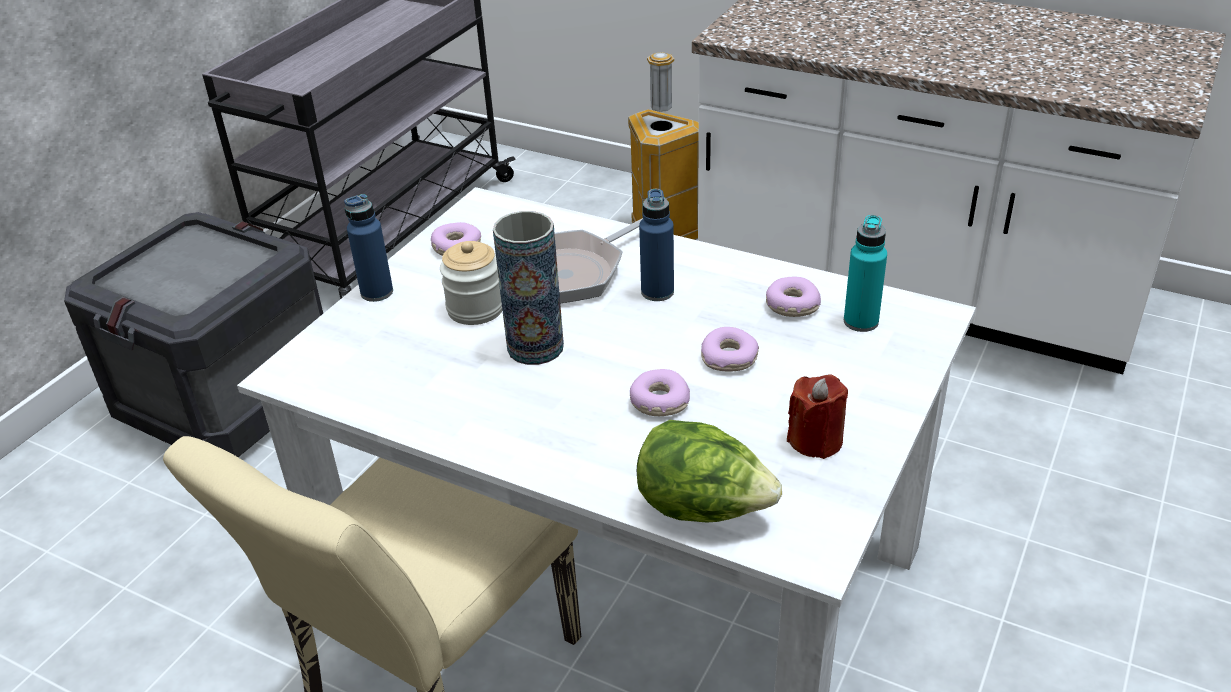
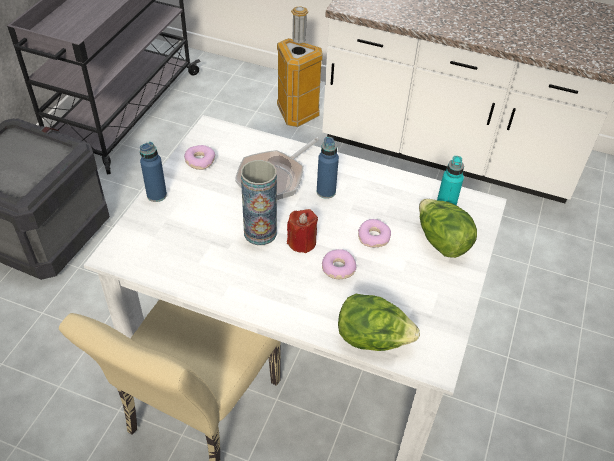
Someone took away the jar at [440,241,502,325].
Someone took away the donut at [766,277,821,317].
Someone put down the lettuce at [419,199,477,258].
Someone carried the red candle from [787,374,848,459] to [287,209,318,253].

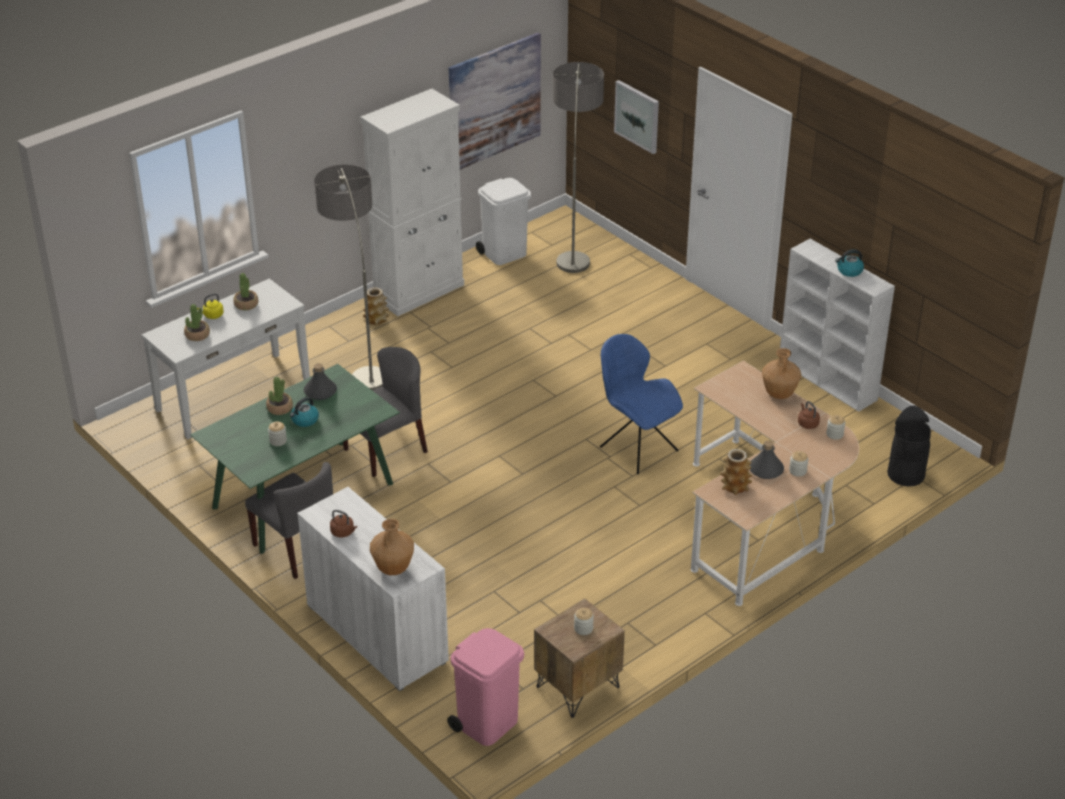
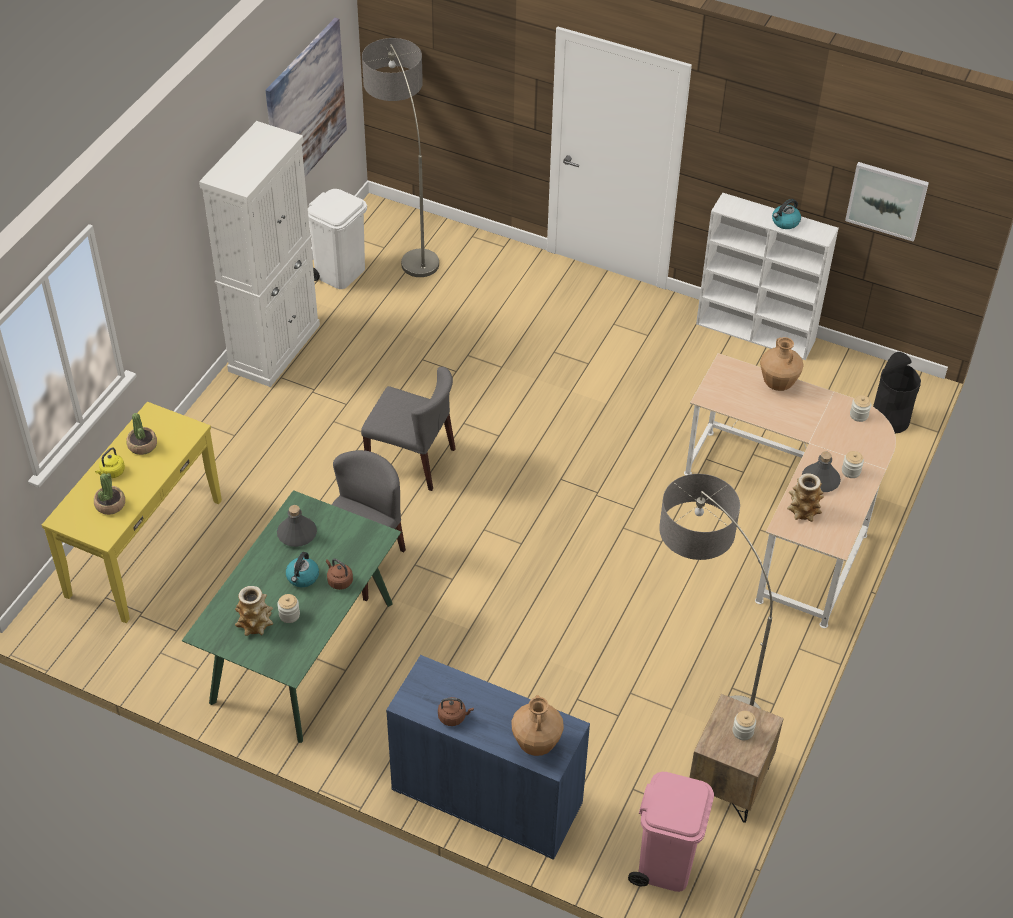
Someone took away the potted plant at [266,377,293,415].
Someone took away the blue chair at [600,334,683,474].
Someone carried the grey chair from [245,462,333,579] to [361,367,456,491].
Someone carried the floor lamp from [314,164,383,391] to [659,474,772,709].
Someone carried the vase from [363,288,390,325] to [235,586,273,636].
Someone carried the picture from [614,80,659,154] to [845,162,929,241].
Someone carried the brown kettle from [798,401,820,429] to [326,559,353,590].
Someone repainted the white console table at [142,279,310,440], which became the yellow console table at [42,402,222,623].
Someone repainted the white cabinet at [297,487,449,691], which became the blue cabinet at [386,655,590,859].

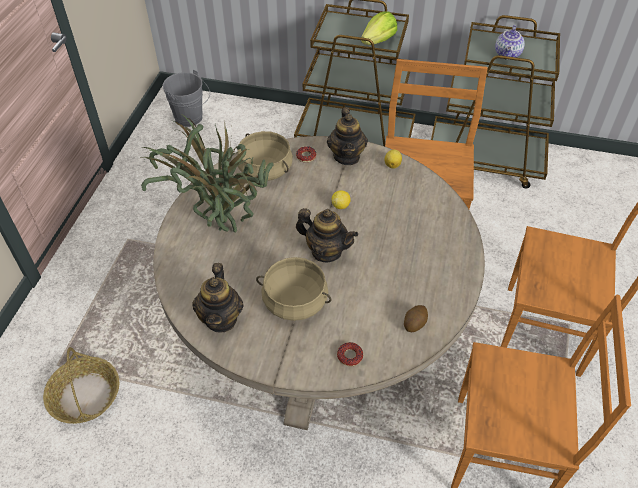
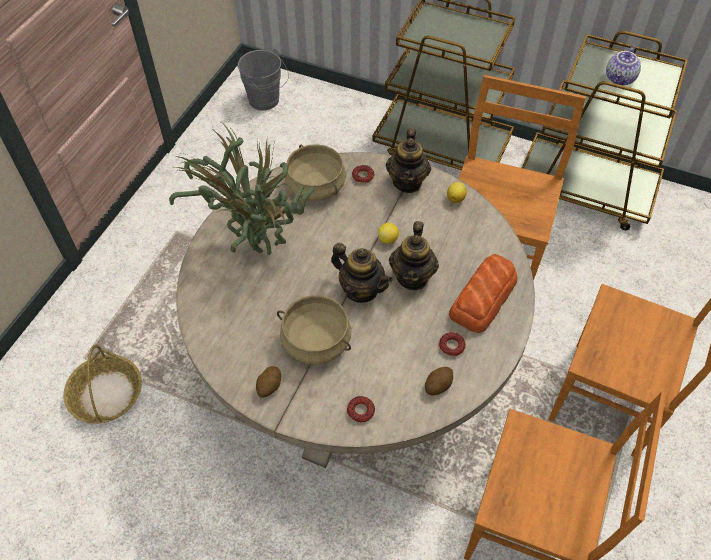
Someone took away the lettuce at [361,11,397,45].
Someone put down the potato at [256,366,281,398].
Someone put down the donut at [439,332,466,357].
Someone put down the bread at [449,254,518,333].
Someone carried the teapot from [192,263,243,333] to [389,221,439,290].

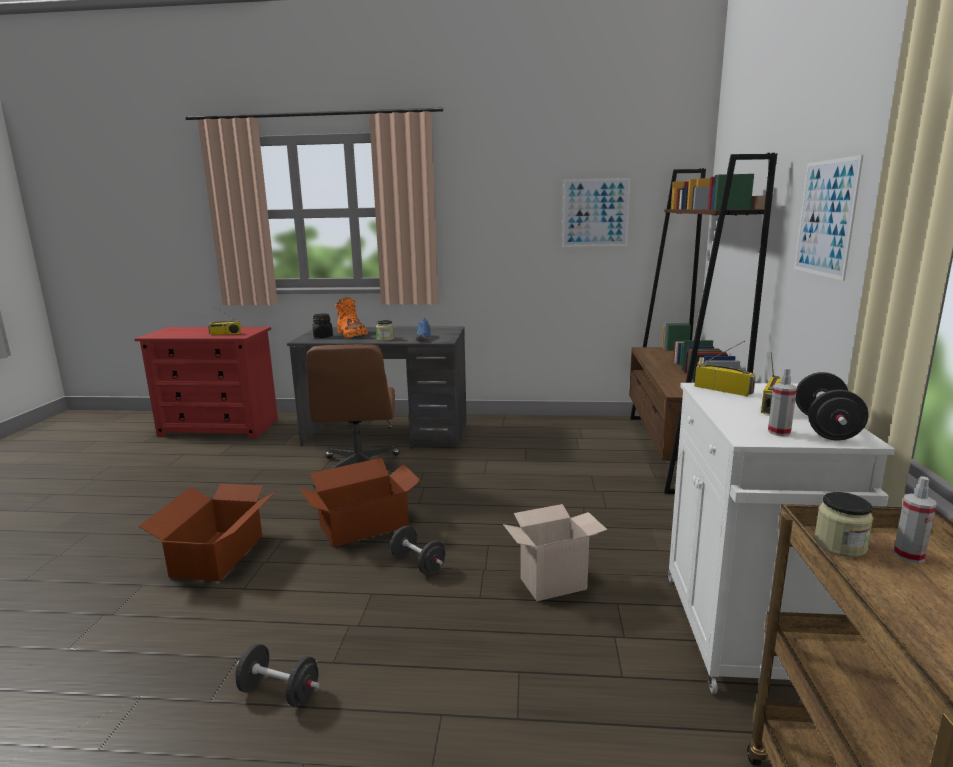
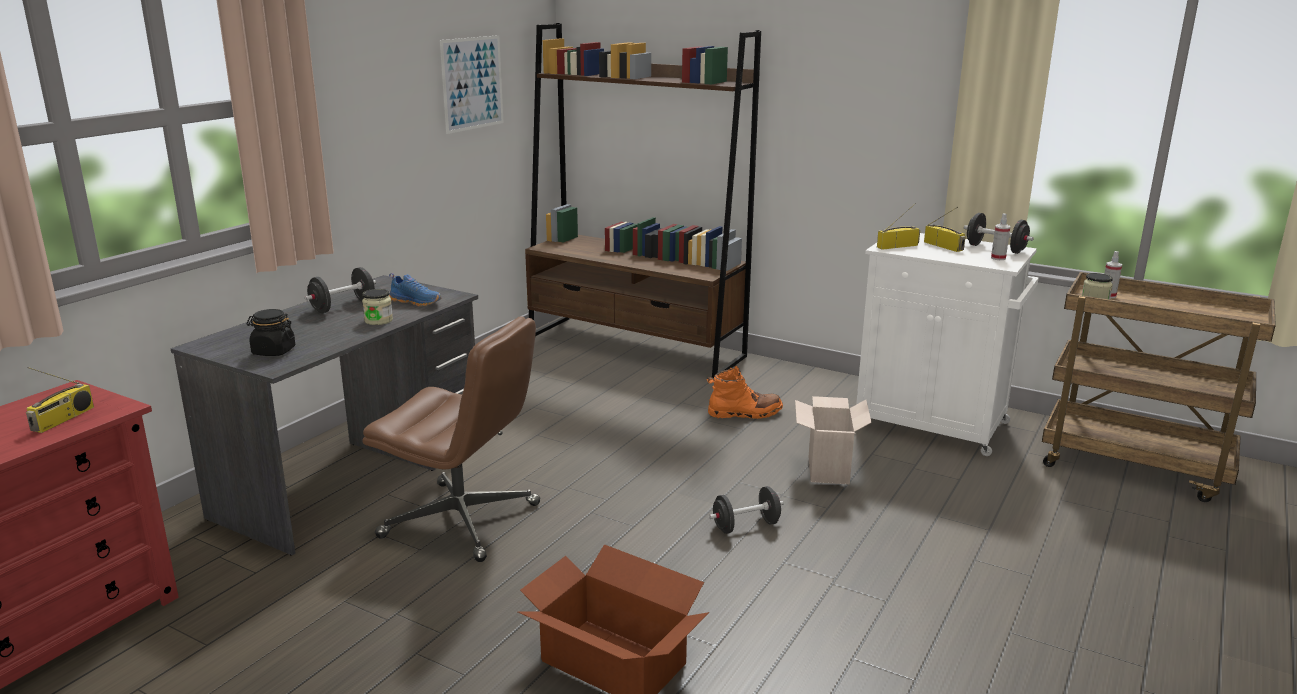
Someone took away the cardboard box at [300,458,421,547].
Someone took away the picture at [794,155,863,281].
Someone carried the black dumbbell from [235,644,320,707] to [305,267,376,313].
Someone carried the orange boot from [335,297,368,338] to [707,366,783,419].

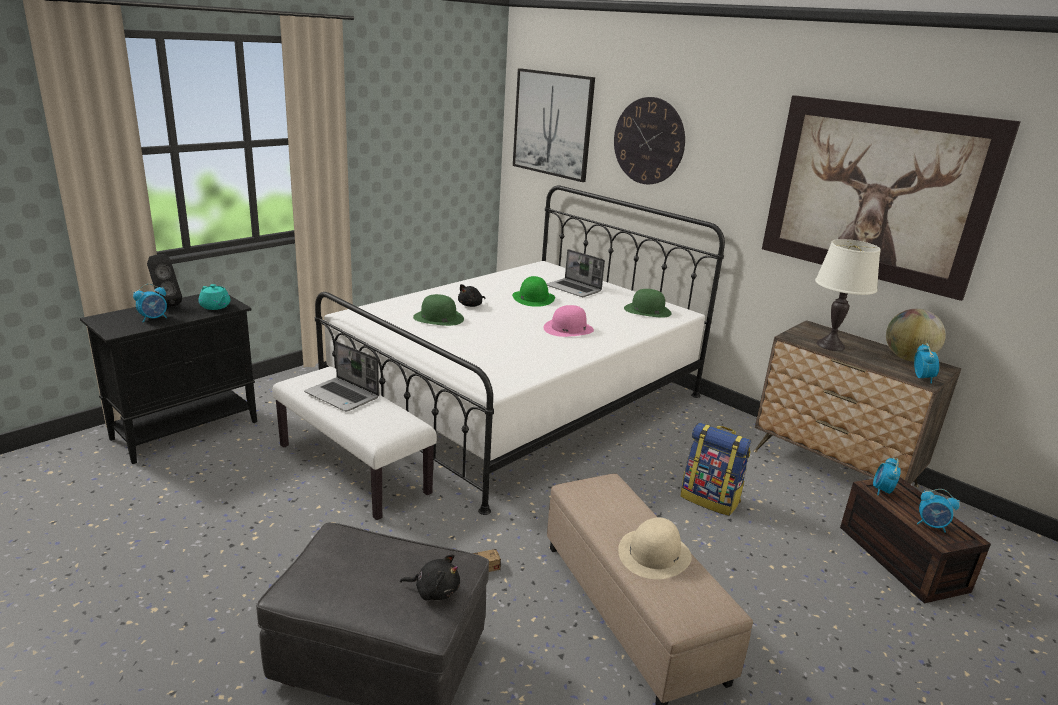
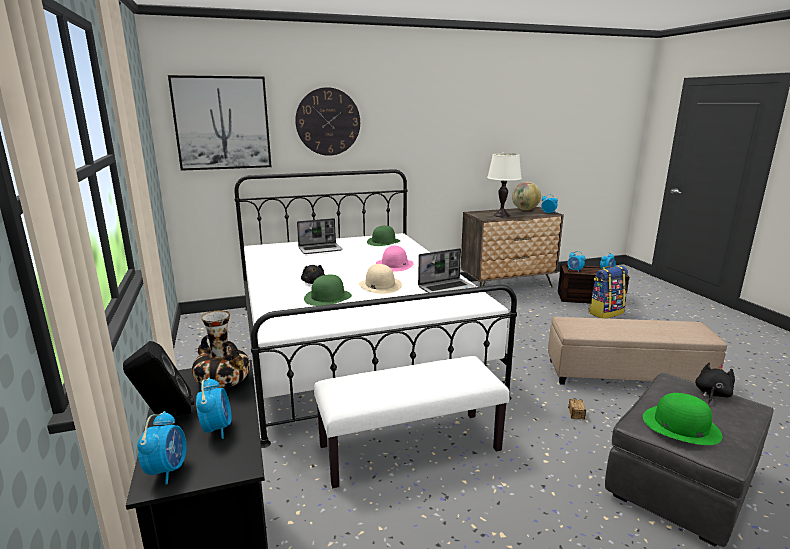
Someone took away the picture at [762,95,1021,301].
Someone put down the alarm clock at [137,411,186,484].
Someone carried the laptop from [304,341,379,411] to [418,248,475,293].
Someone carried the green hat from [512,276,555,307] to [643,393,722,445].
Someone carried the beige hat from [618,517,692,579] to [359,264,402,294].
Someone carried the backpack from [681,423,751,516] to [589,266,628,318].
Someone swapped the turquoise teapot at [198,284,230,310] for the vase at [192,310,250,388].

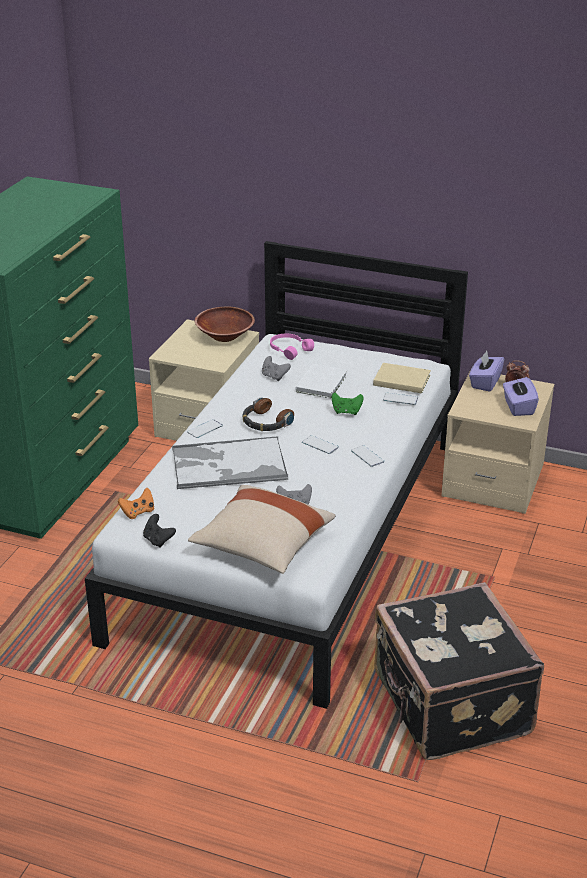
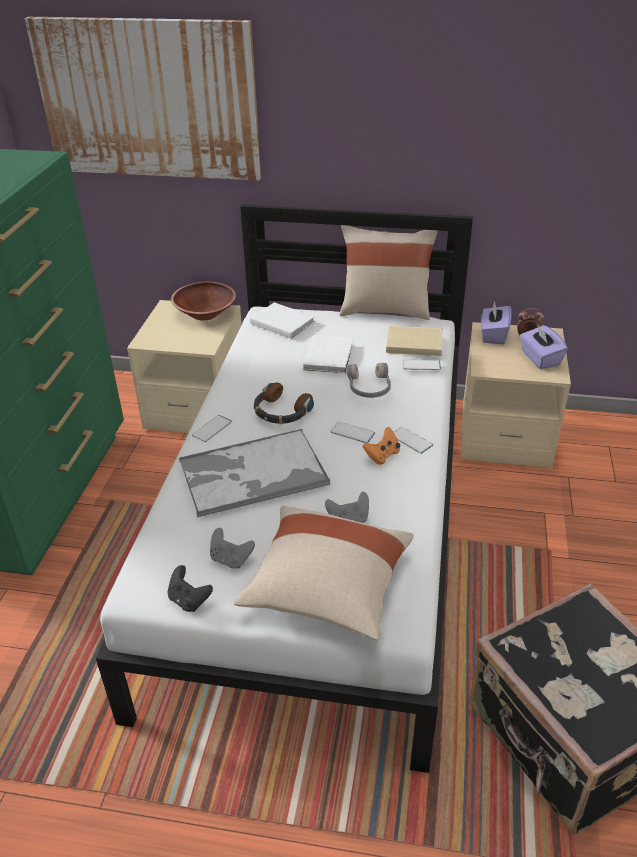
Someone put up the picture at [25,17,261,180].
Someone put down the beige pillow at [339,225,438,320].
Someone carried the orange game controller from [118,488,154,519] to [363,427,400,465].
Someone carried the grey game controller from [262,356,291,381] to [210,528,255,569].
Someone swapped the pink headphones at [270,334,314,360] for the white book at [250,302,315,339].
Someone swapped the green game controller at [332,393,364,415] for the grey headphones at [347,363,391,398].

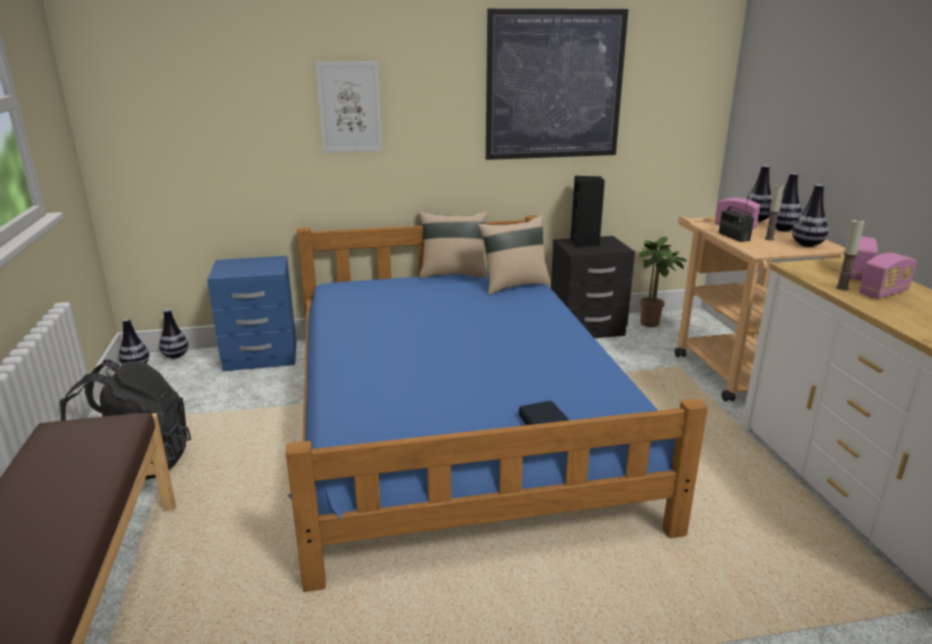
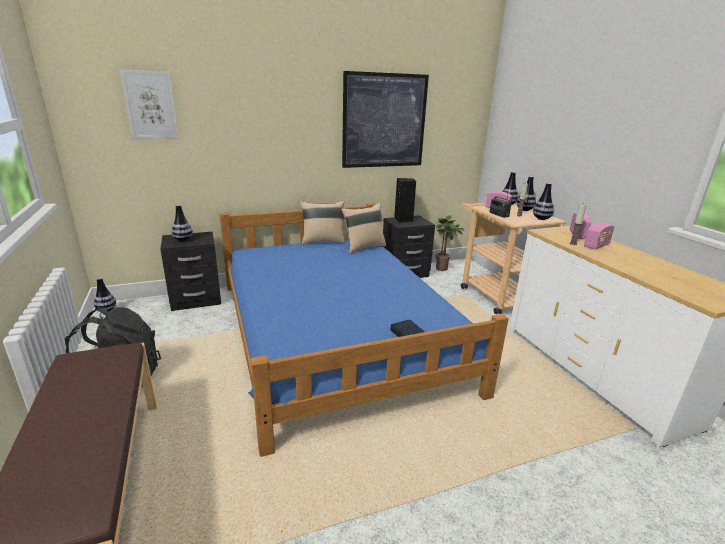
Someone carried the vase from [159,309,188,359] to [172,205,193,242].
Someone carried the picture from [316,61,383,153] to [120,70,179,139].
Someone repainted the blue nightstand at [207,256,296,371], which became the black nightstand at [160,232,221,311].

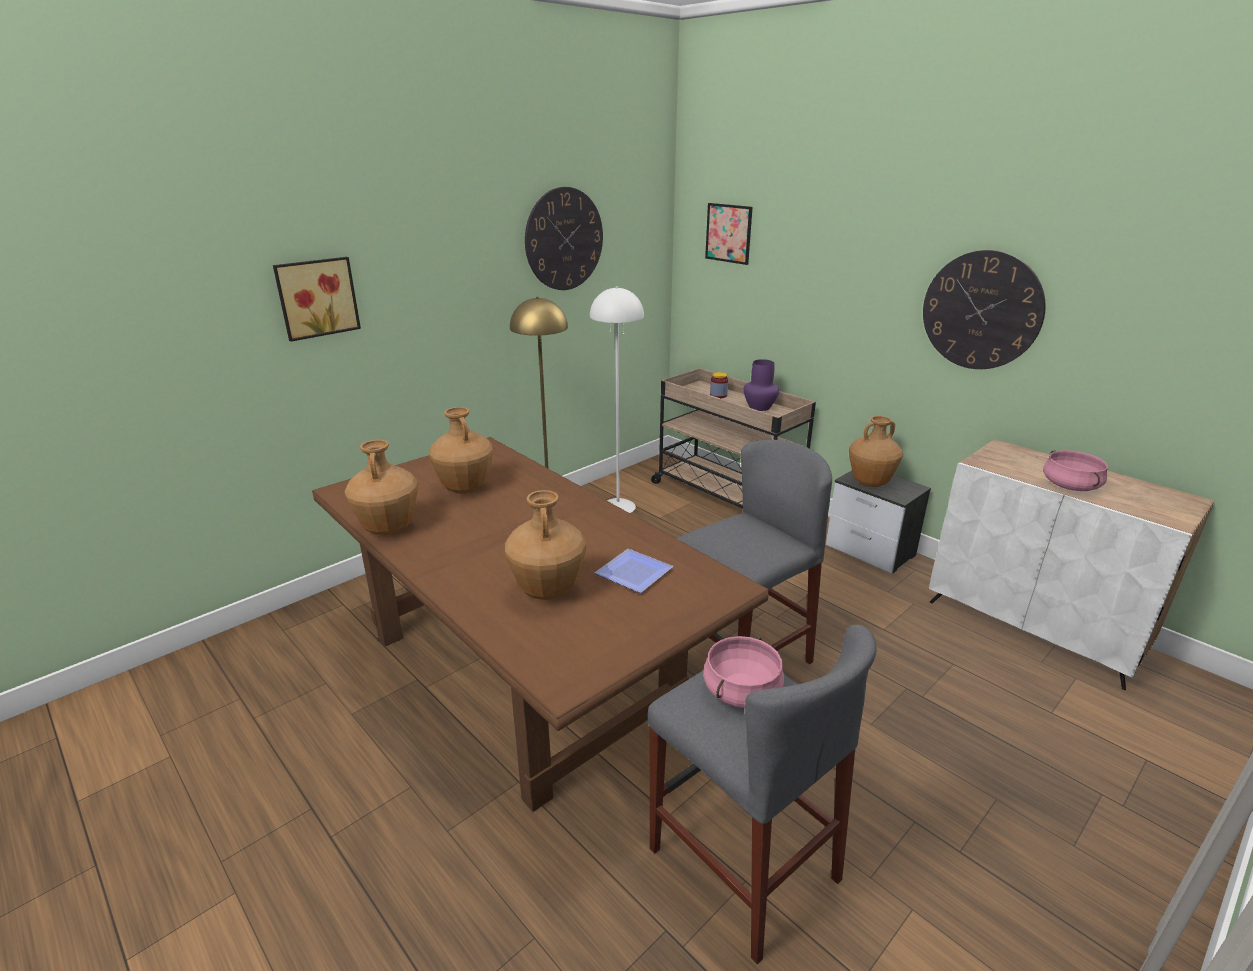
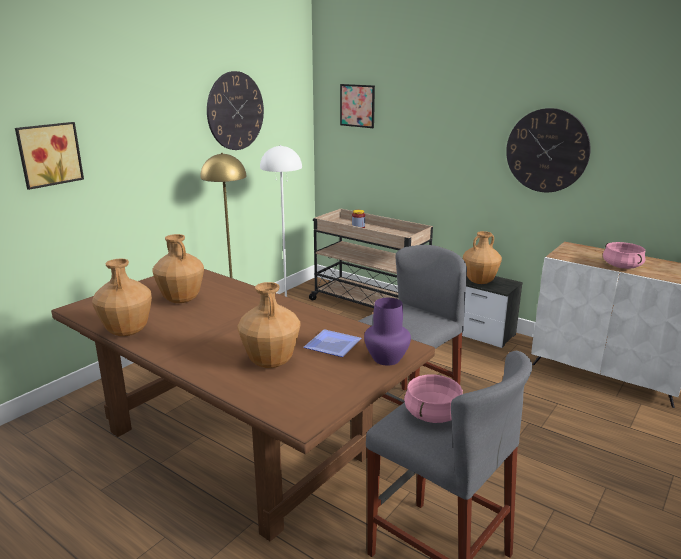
Someone carried the purple vase from [744,359,779,411] to [364,298,411,365].

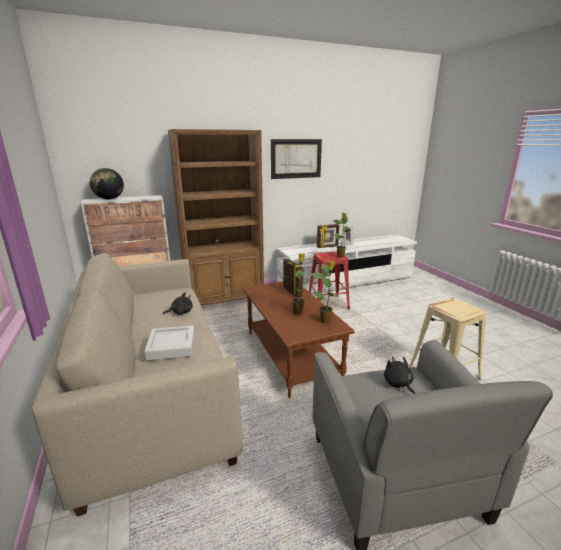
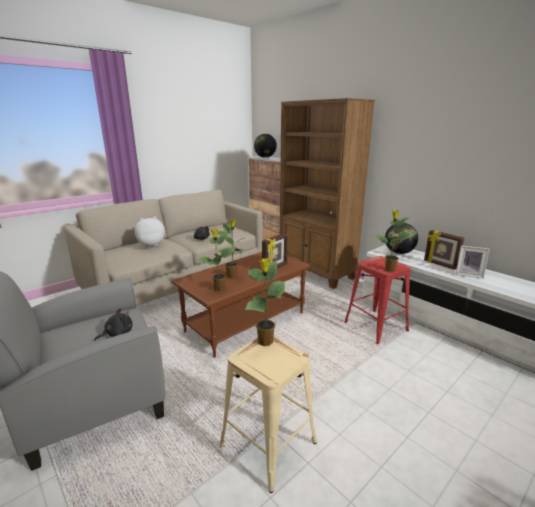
Someone took away the picture at [271,139,322,179].
Someone put down the potted plant at [244,258,285,346].
Someone put down the globe at [385,223,418,254].
Someone swapped the grey tray at [144,325,195,361] for the plush toy at [135,216,165,248].

